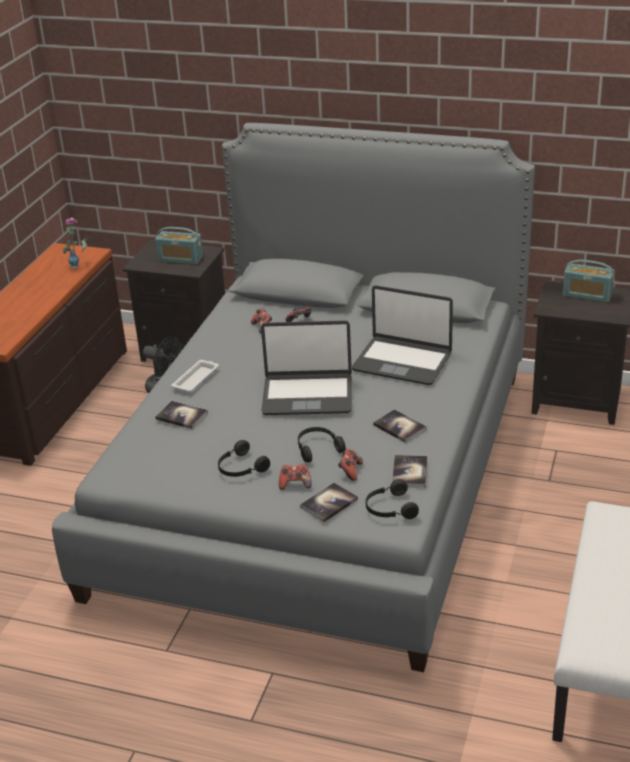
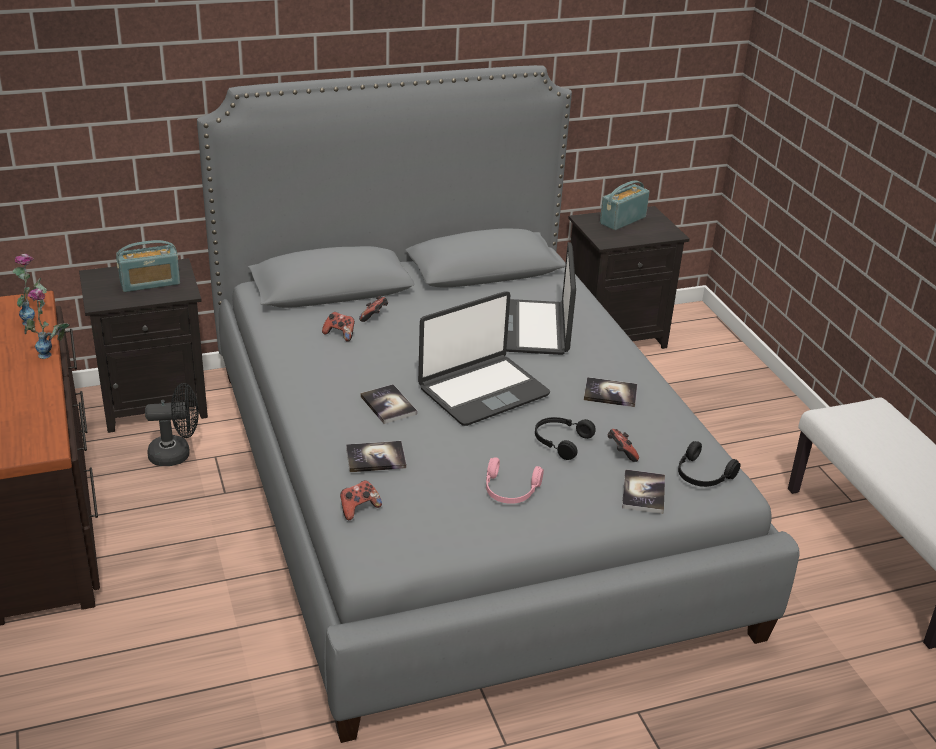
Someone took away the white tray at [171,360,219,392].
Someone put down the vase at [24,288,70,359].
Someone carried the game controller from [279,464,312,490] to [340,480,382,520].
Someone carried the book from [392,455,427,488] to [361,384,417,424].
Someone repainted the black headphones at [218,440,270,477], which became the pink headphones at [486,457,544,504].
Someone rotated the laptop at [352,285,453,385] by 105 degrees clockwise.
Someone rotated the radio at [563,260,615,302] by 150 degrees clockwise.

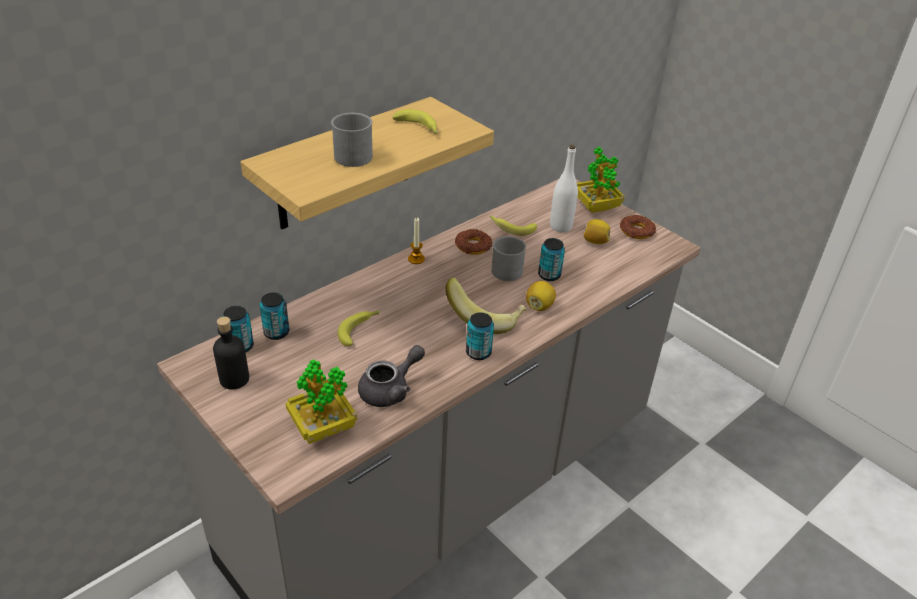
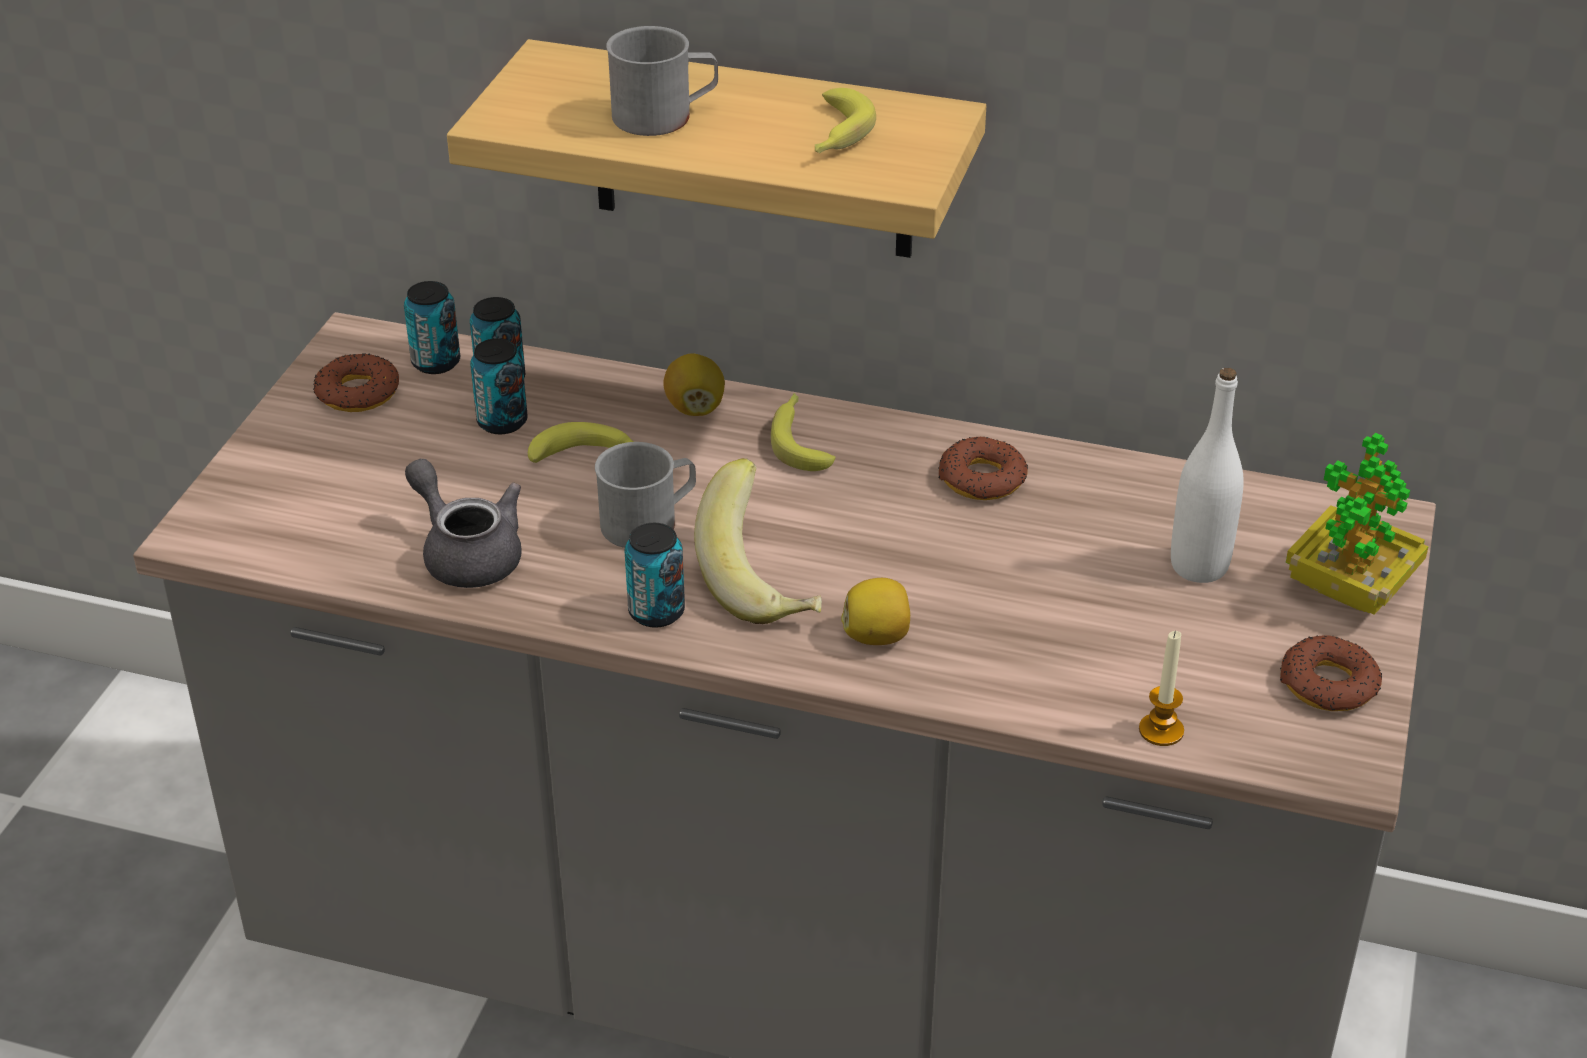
Someone took away the potted plant at [286,359,357,444].
Someone carried the candle from [408,218,425,264] to [1139,631,1184,746].
Someone carried the banana from [490,216,537,236] to [771,393,836,471].
Someone carried the grey mug from [491,236,526,281] to [595,442,696,548].
Someone carried the can from [538,238,565,281] to [470,338,528,434].
Someone carried the lemon from [584,219,610,244] to [663,354,725,416].
Someone swapped the black bottle at [213,317,249,390] for the donut at [313,353,399,412].
Someone rotated the grey teapot at [358,345,425,407] by 150 degrees counterclockwise.

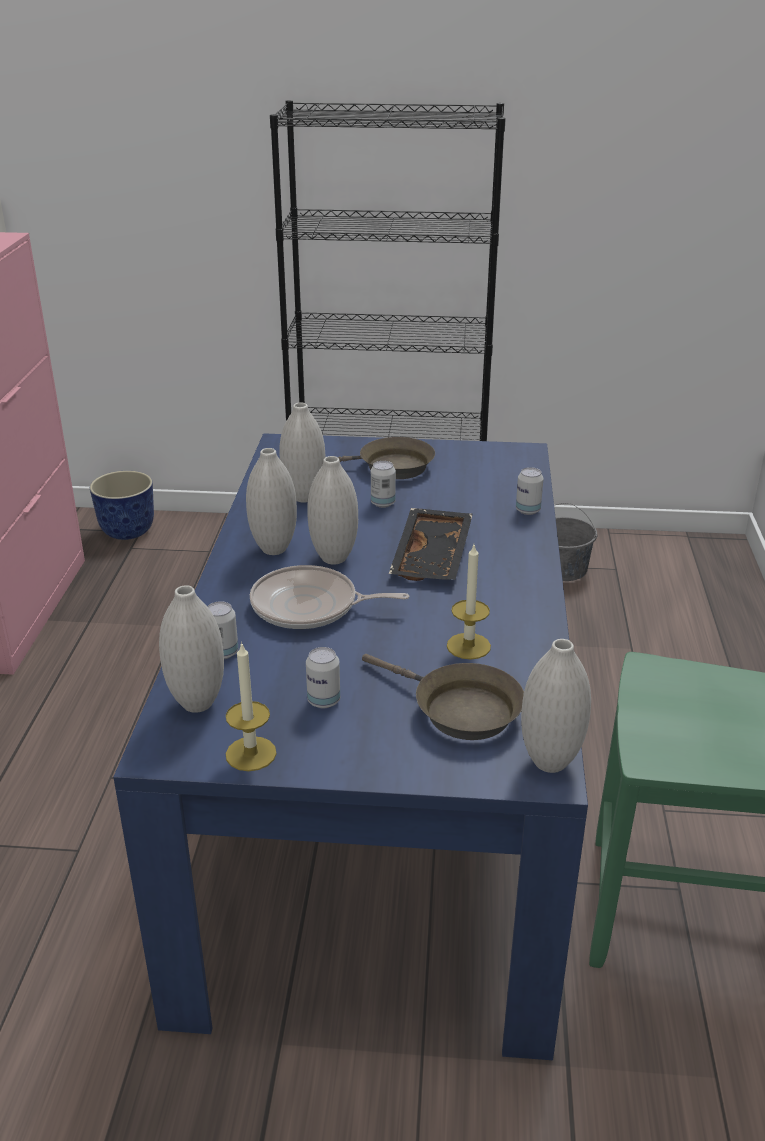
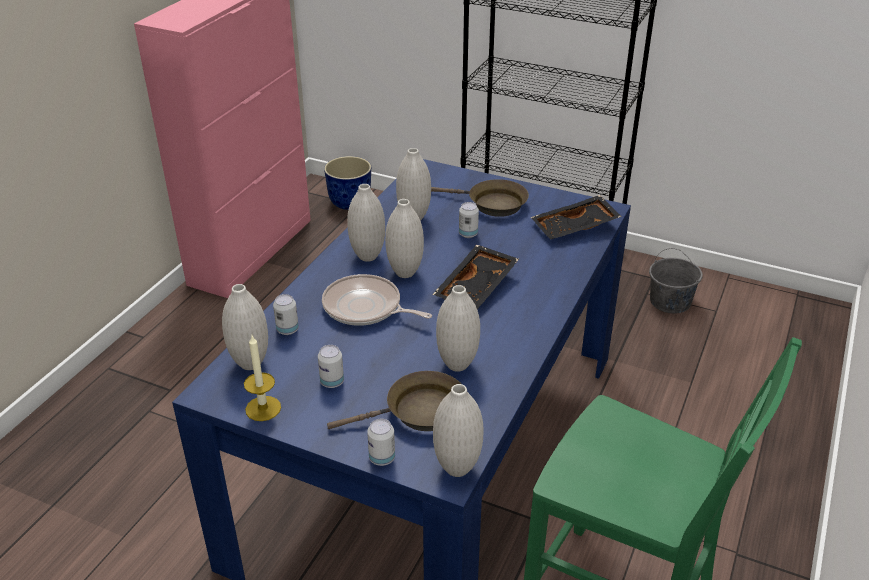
Someone put down the black tray at [531,195,622,239].
Someone carried the can from [516,467,544,515] to [367,419,395,466].
Someone swapped the candle at [447,545,491,660] for the white vase at [436,285,480,372].
Someone rotated the brown frying pan at [362,654,524,740] by 75 degrees counterclockwise.

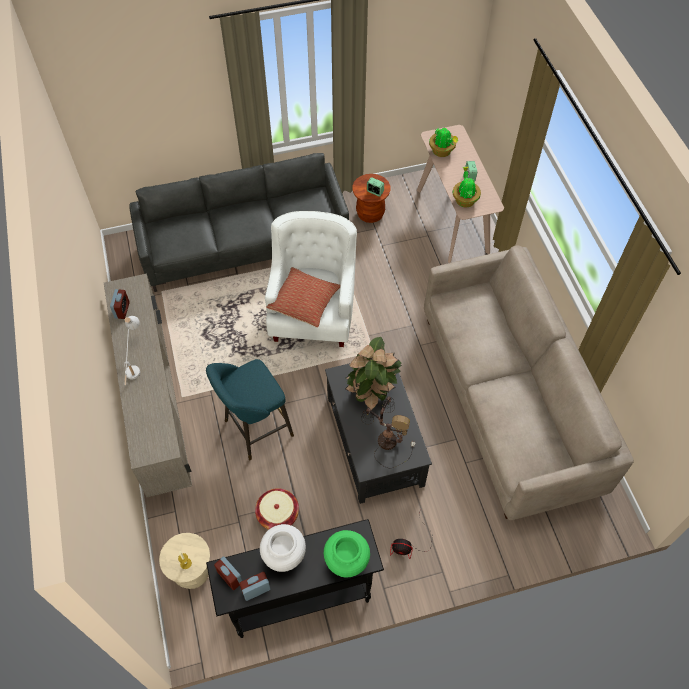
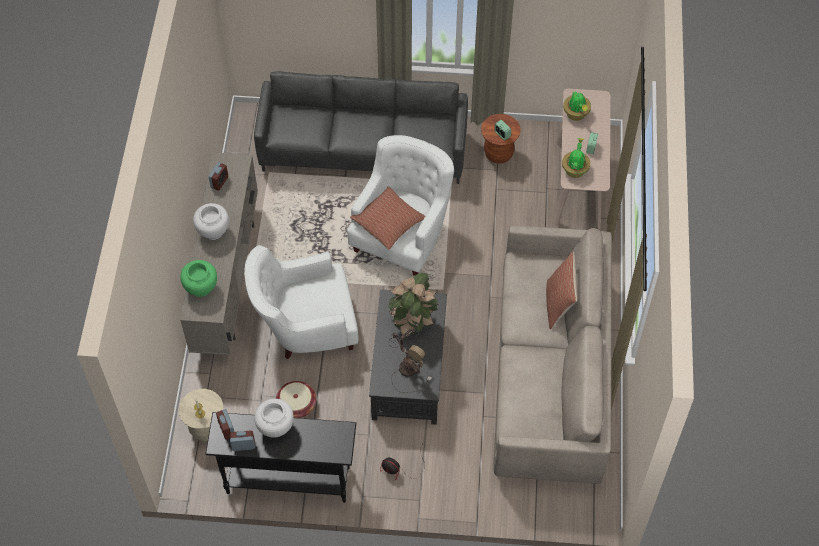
Someone put down the pillow at [546,252,577,329].
Someone carried the green vase from [324,530,370,578] to [180,260,217,297].
Someone swapped the white table lamp at [124,316,140,385] for the white vase at [193,203,229,240].
Someone swapped the turquoise stool at [206,359,294,460] for the white armchair at [245,245,358,359].

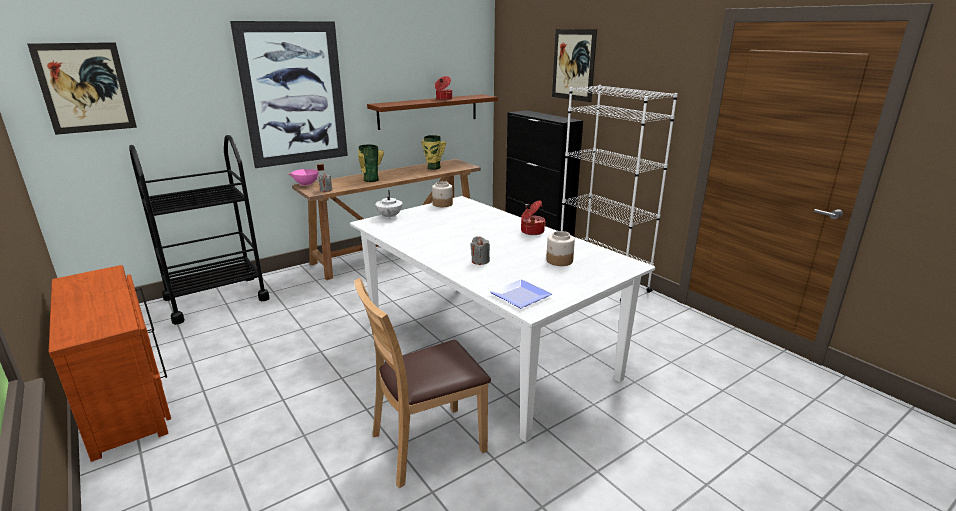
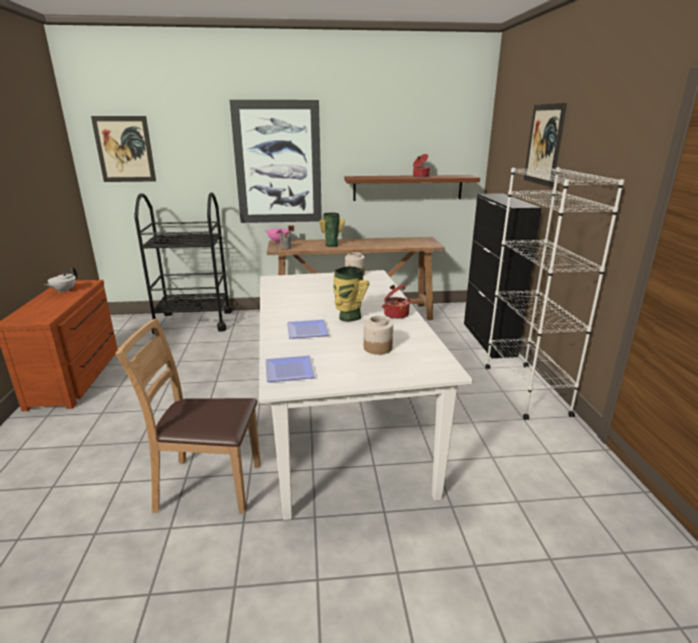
Someone carried the white teapot from [375,190,402,219] to [44,267,77,293].
Someone carried the vase from [422,135,446,170] to [333,266,370,322].
Someone swapped the grey candle at [470,236,490,265] for the plate at [287,320,330,338].

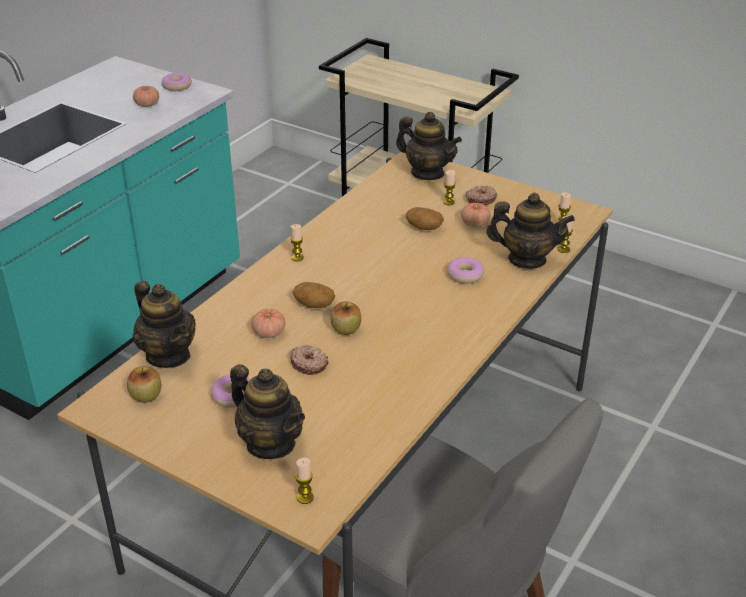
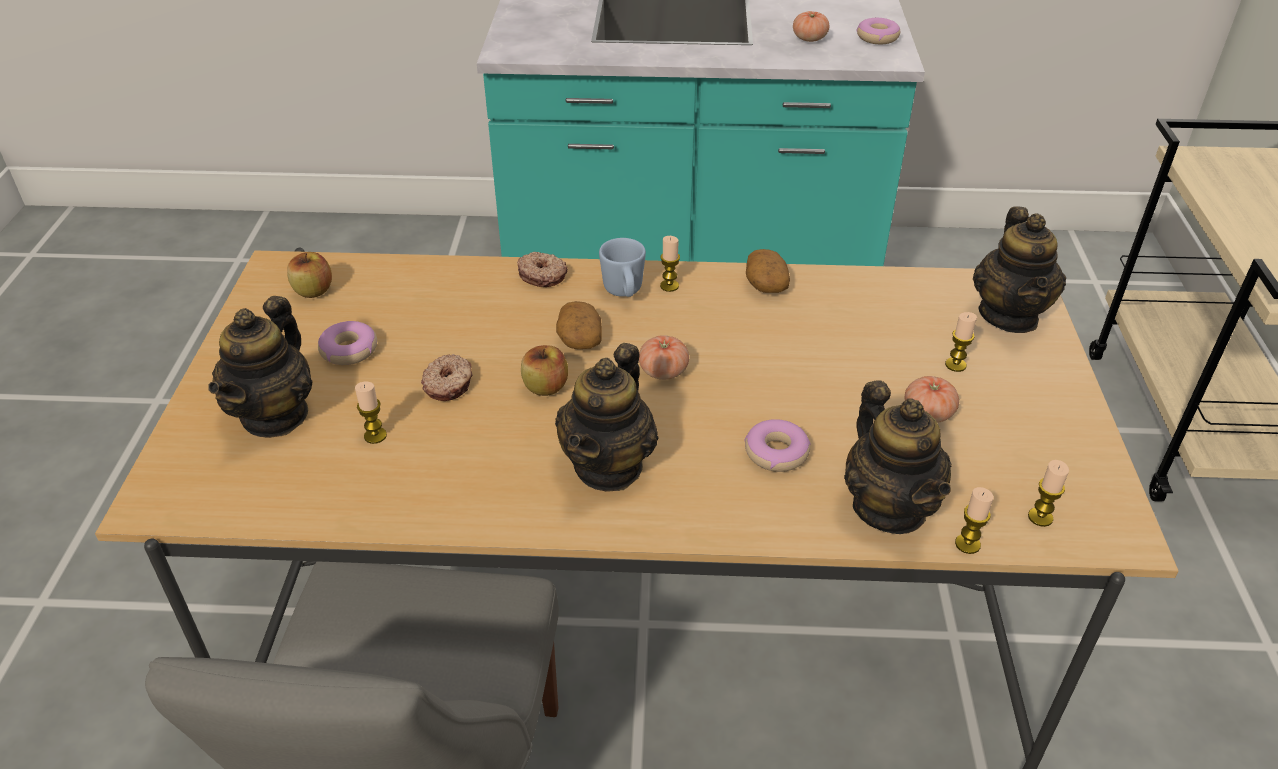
Someone put down the blue mug at [599,238,646,297].
Someone carried the teapot from [133,281,196,368] to [555,343,658,492].
Someone carried the tomato from [251,309,286,338] to [639,335,689,380].
Someone carried the candle from [295,458,314,504] to [355,382,387,444].
Someone carried the potato from [406,207,444,230] to [746,249,790,293].
Someone carried the donut from [465,186,497,205] to [517,252,568,287].

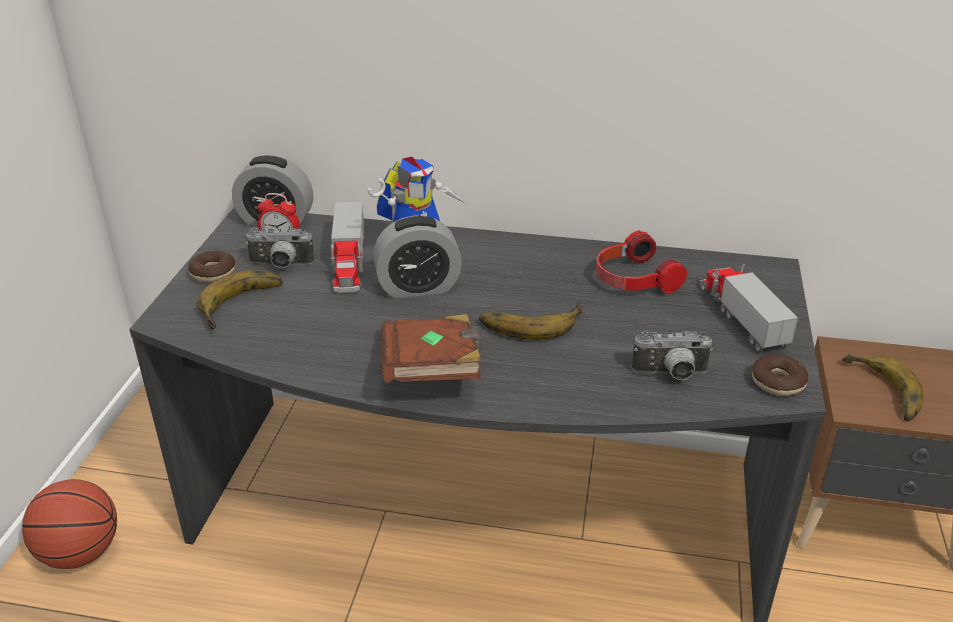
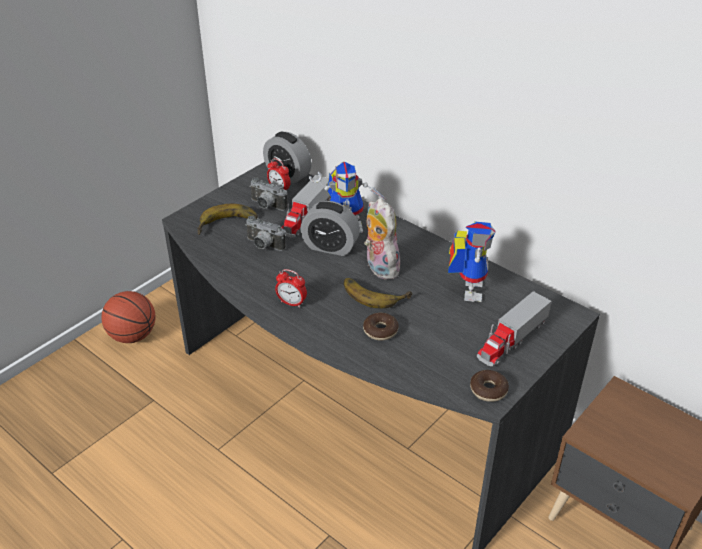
Someone took away the banana at [842,353,924,421].
Someone put down the plush toy at [364,198,400,279].
Someone carried the donut from [188,250,235,282] to [363,313,399,340].
Someone carried the photo camera from [632,330,713,380] to [245,215,286,251].
Someone swapped the brown book at [381,314,482,382] for the alarm clock at [275,269,307,308].
Someone swapped the headphones at [596,230,687,294] for the toy robot at [448,221,495,302].
Someone rotated the toy truck at [700,264,798,353] by 150 degrees counterclockwise.

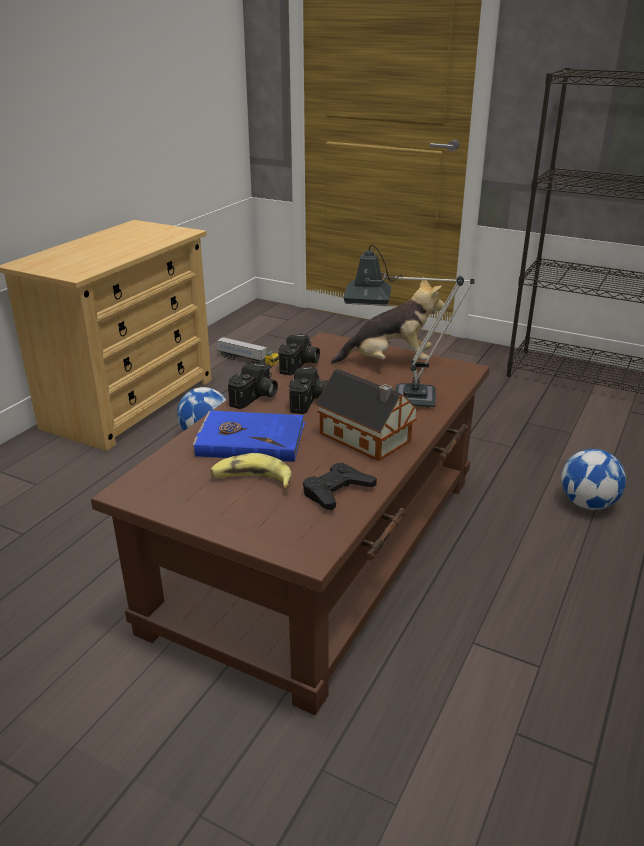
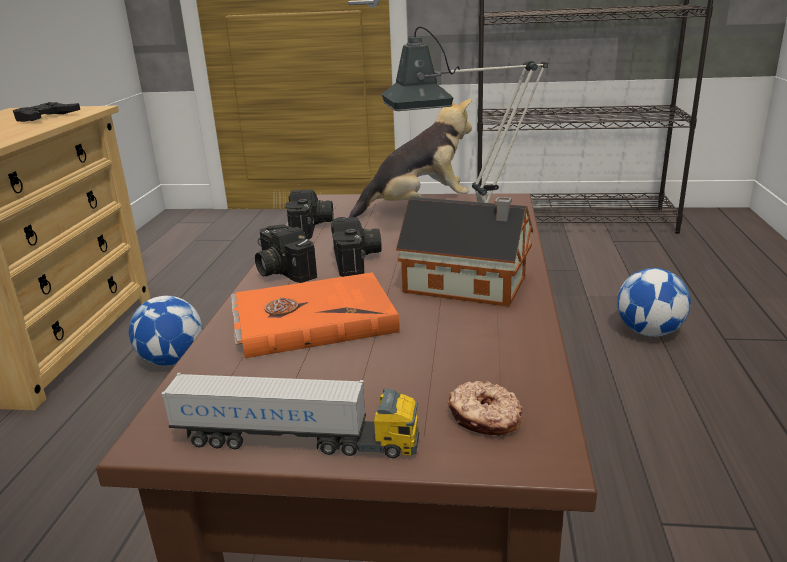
Someone took away the banana at [210,453,291,488].
Someone put down the donut at [448,381,523,436].
Someone carried the toy truck from [216,337,279,369] to [161,373,419,458].
Someone carried the black game controller from [303,462,377,510] to [13,102,80,122].
Someone repainted the blue book at [193,411,305,462], which became the orange book at [231,272,400,358].
Someone rotated the photo camera at [228,363,278,409] by 135 degrees clockwise.

